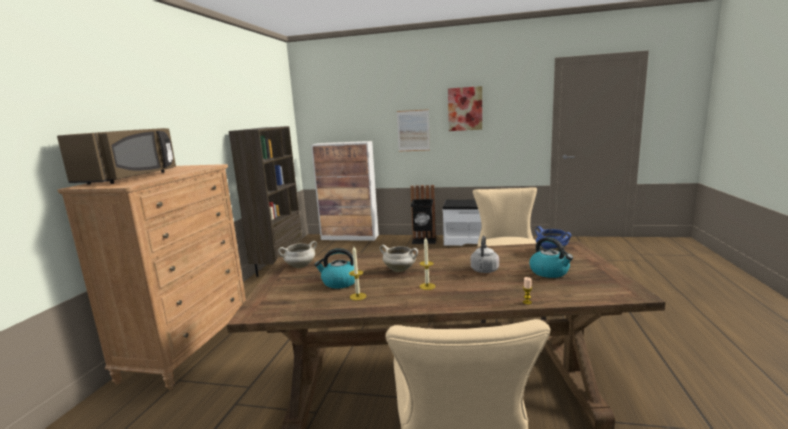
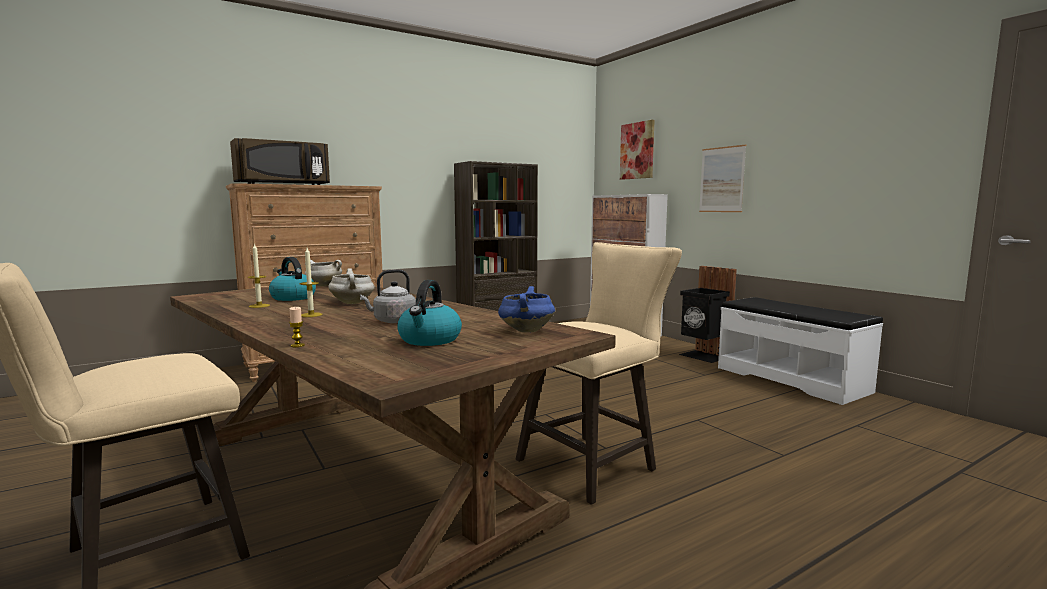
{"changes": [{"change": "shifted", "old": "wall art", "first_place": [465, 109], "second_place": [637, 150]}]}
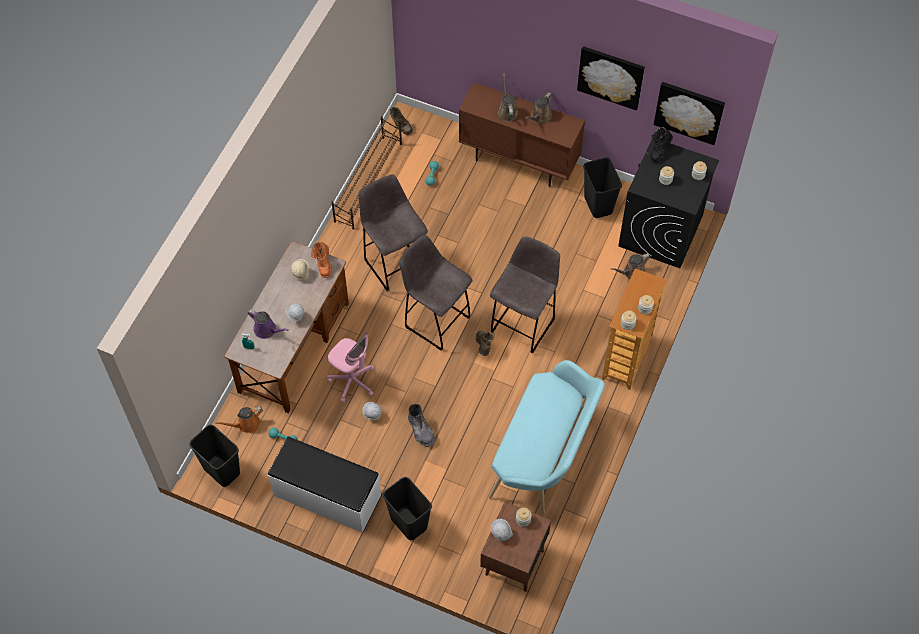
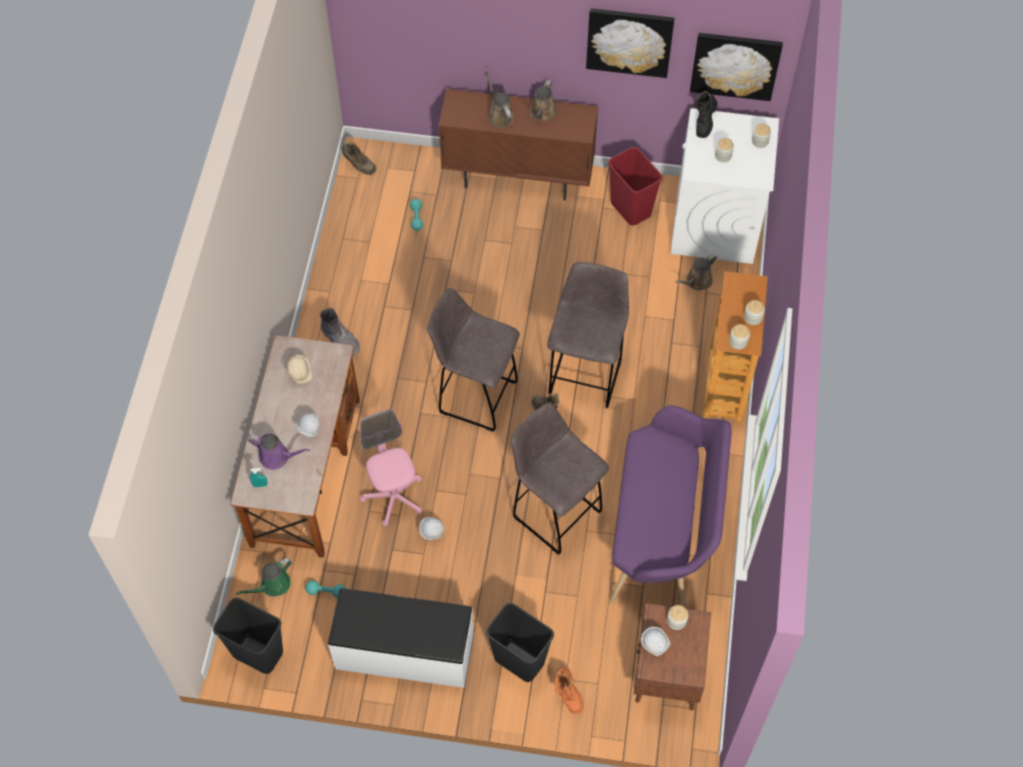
{"changes": [{"change": "gone", "old": "brown shoe stand", "first_place": [369, 181]}, {"change": "repainted", "old": "black-coloured laundry appliance", "new": "whitish laundry appliance", "first_place": [661, 231], "second_place": [715, 224]}, {"change": "repainted", "old": "black-coloured rubbish bin", "new": "red rubbish bin", "first_place": [599, 205], "second_place": [631, 209]}, {"change": "shifted", "old": "grey stool seat", "first_place": [394, 263], "second_place": [555, 512]}, {"change": "shifted", "old": "orangey high-top boot", "first_place": [323, 264], "second_place": [567, 694]}, {"change": "rotated", "old": "pink desk chair", "first_place": [352, 381], "second_place": [393, 497], "degrees": -135}, {"change": "repainted", "old": "blue-green bench", "new": "purplish bench", "first_place": [545, 456], "second_place": [663, 533]}, {"change": "shifted", "old": "grey high-top boot", "first_place": [421, 430], "second_place": [340, 340]}, {"change": "repainted", "old": "orangey watering can", "new": "greenish watering can", "first_place": [246, 424], "second_place": [272, 585]}]}
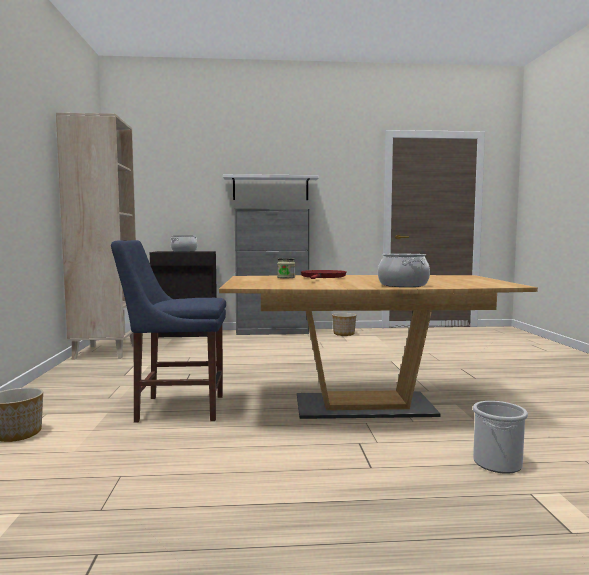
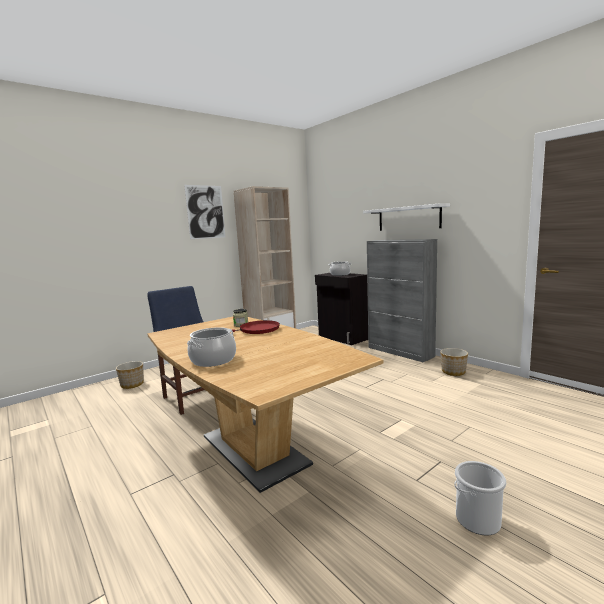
{"changes": [{"change": "shifted", "old": "water bucket", "first_place": [497, 463], "second_place": [477, 520]}, {"change": "new", "new": "wall art", "second_place": [205, 212]}]}
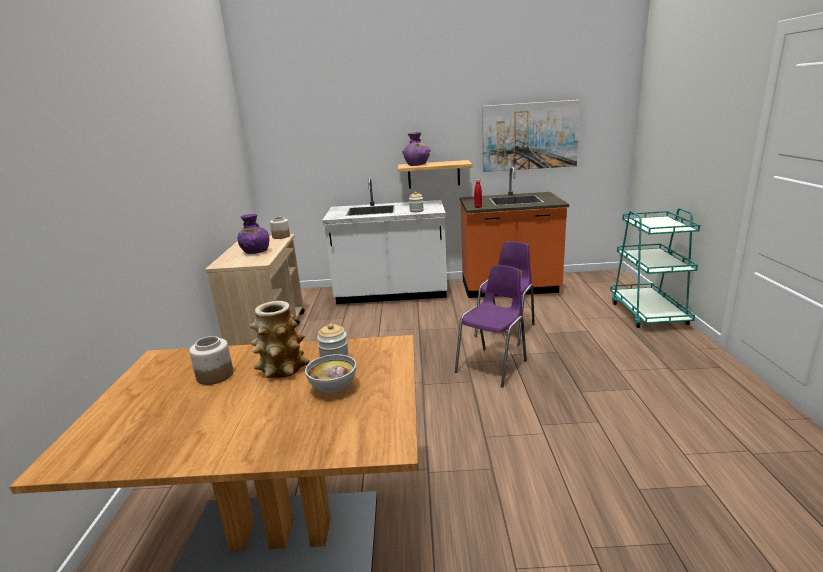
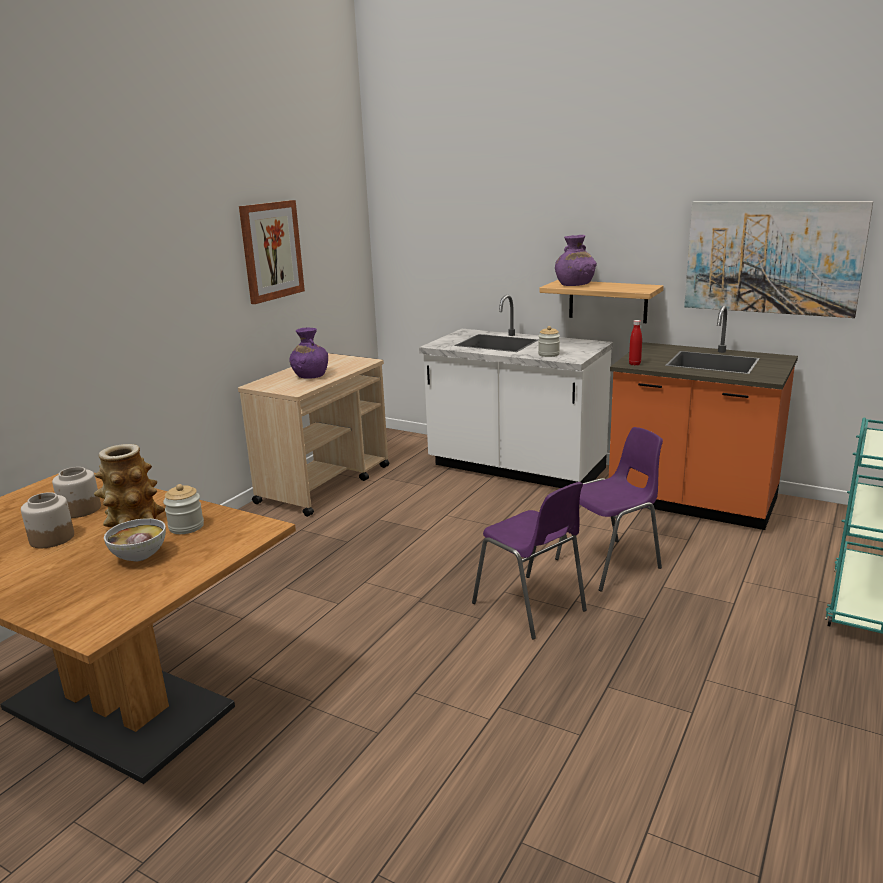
{"changes": [{"change": "shifted", "old": "jar", "first_place": [281, 236], "second_place": [52, 538]}, {"change": "rotated", "old": "purplish chair", "first_place": [493, 366], "second_place": [531, 608], "degrees": 75}, {"change": "new", "new": "wall art", "second_place": [271, 251]}]}
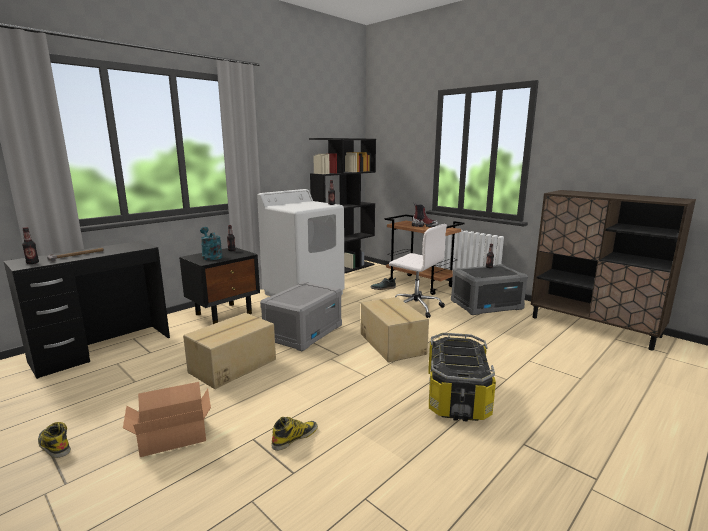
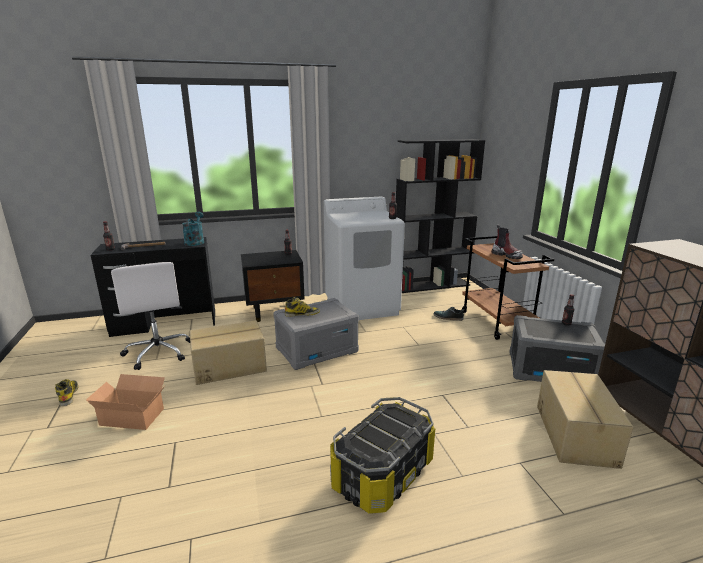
{"changes": [{"change": "shifted", "old": "whitish desk chair", "first_place": [415, 307], "second_place": [159, 352]}, {"change": "shifted", "old": "blue-green watering can", "first_place": [211, 256], "second_place": [195, 242]}, {"change": "shifted", "old": "cardboard box", "first_place": [393, 343], "second_place": [576, 434]}, {"change": "shifted", "old": "high-top boot", "first_place": [295, 437], "second_place": [302, 314]}]}
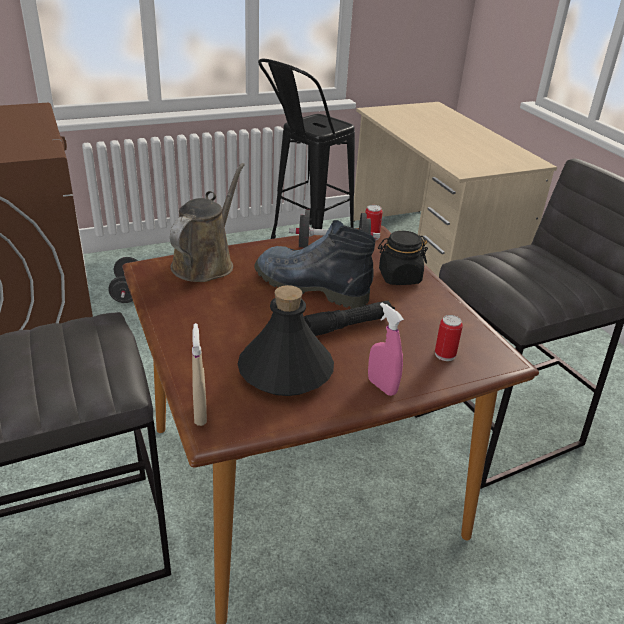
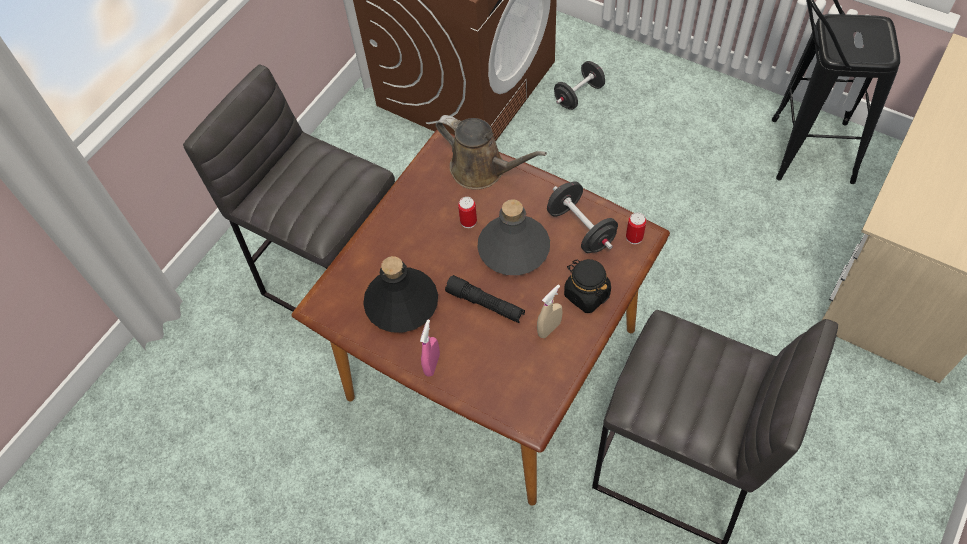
{"changes": [{"change": "rotated", "old": "brown watering can", "first_place": [206, 263], "second_place": [482, 170], "degrees": 45}, {"change": "swapped", "old": "high-top boot", "new": "grey bottle", "first_place": [309, 286], "second_place": [513, 248]}, {"change": "shifted", "old": "can", "first_place": [445, 355], "second_place": [468, 221]}, {"change": "shifted", "old": "sand-coloured sprayer", "first_place": [200, 414], "second_place": [549, 328]}]}
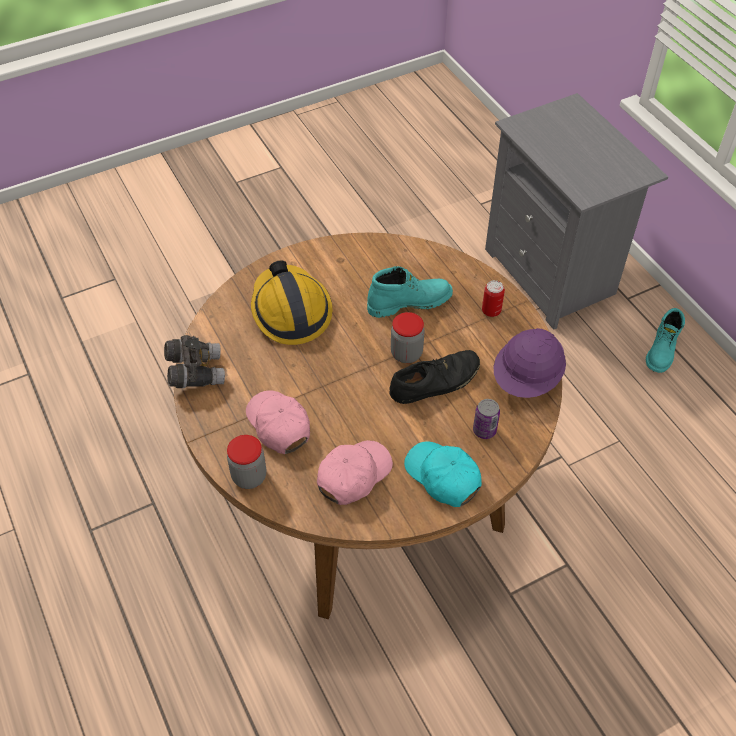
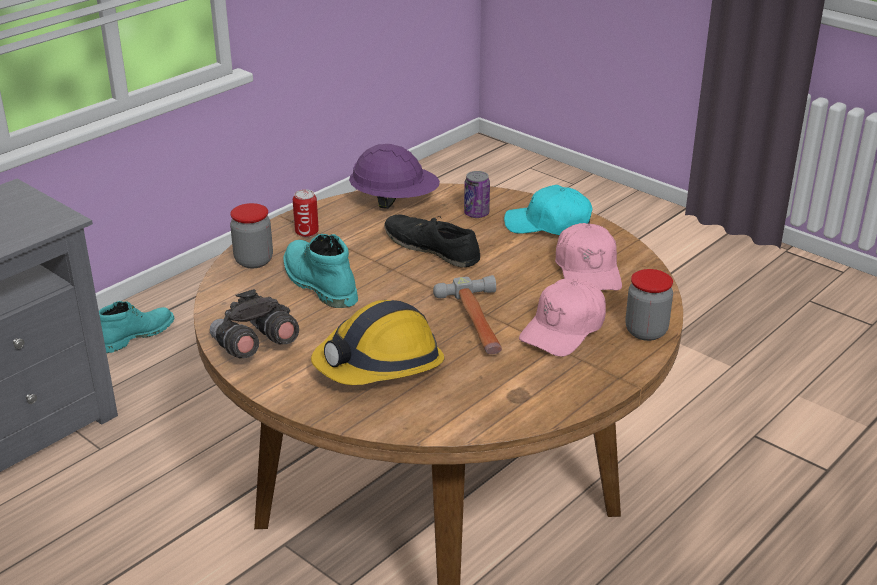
{"changes": [{"change": "rotated", "old": "blue-green high-top boot", "first_place": [662, 351], "second_place": [136, 335], "degrees": -45}, {"change": "shifted", "old": "jar", "first_place": [406, 353], "second_place": [254, 261]}, {"change": "shifted", "old": "grey binoculars", "first_place": [195, 372], "second_place": [254, 347]}, {"change": "rotated", "old": "pink baseball cap", "first_place": [353, 475], "second_place": [588, 271], "degrees": -120}, {"change": "rotated", "old": "blue-green baseball cap", "first_place": [443, 477], "second_place": [548, 225], "degrees": 75}, {"change": "new", "new": "hammer", "second_place": [477, 323]}]}
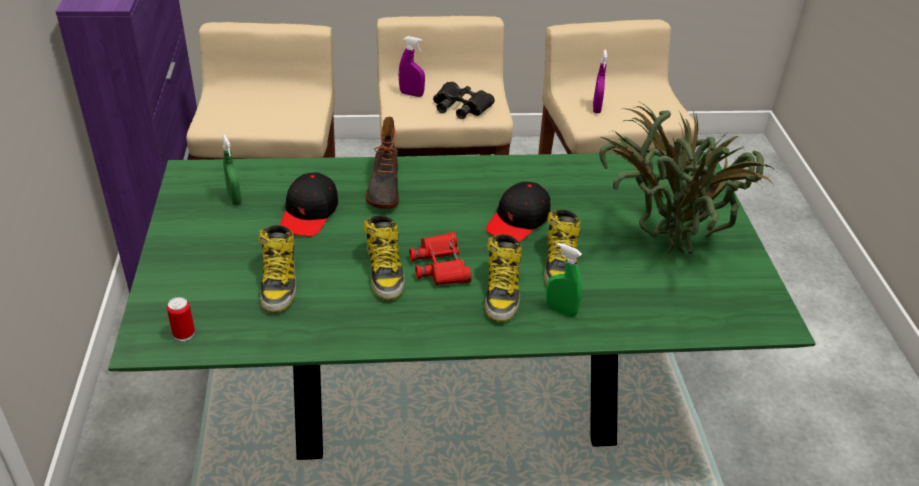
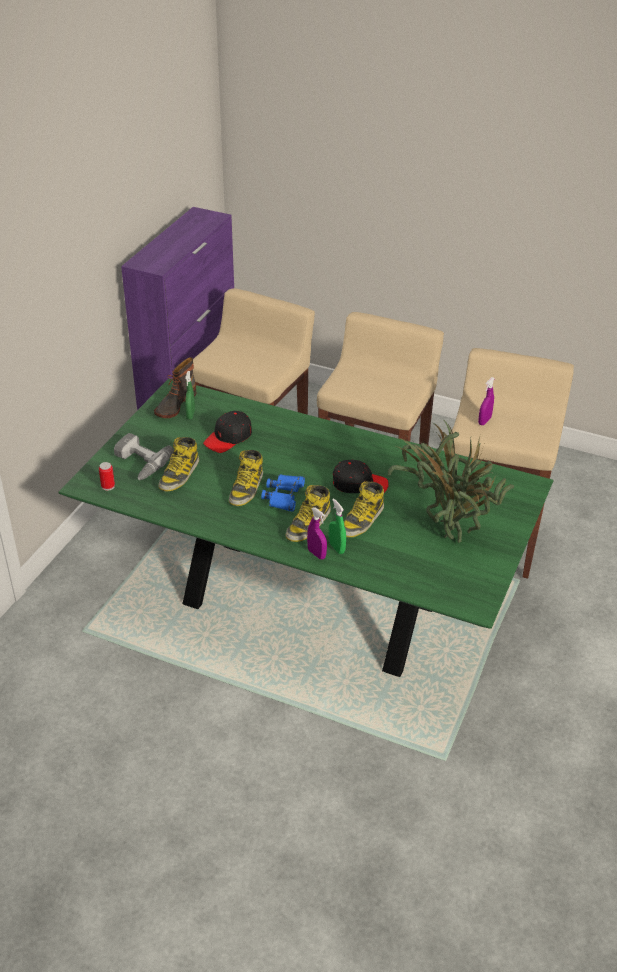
{"changes": [{"change": "shifted", "old": "purplish sprayer", "first_place": [411, 94], "second_place": [316, 554]}, {"change": "gone", "old": "black-coloured binoculars", "first_place": [461, 106]}, {"change": "shifted", "old": "high-top boot", "first_place": [383, 188], "second_place": [175, 405]}, {"change": "rotated", "old": "black-coloured baseball cap", "first_place": [518, 221], "second_place": [359, 484], "degrees": -150}, {"change": "repainted", "old": "red binoculars", "new": "blue-coloured binoculars", "first_place": [440, 265], "second_place": [284, 496]}, {"change": "new", "new": "drill", "second_place": [138, 463]}]}
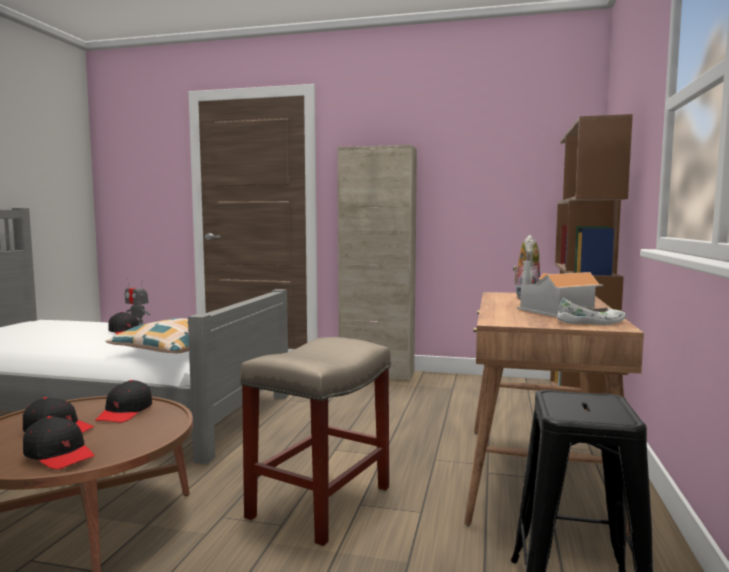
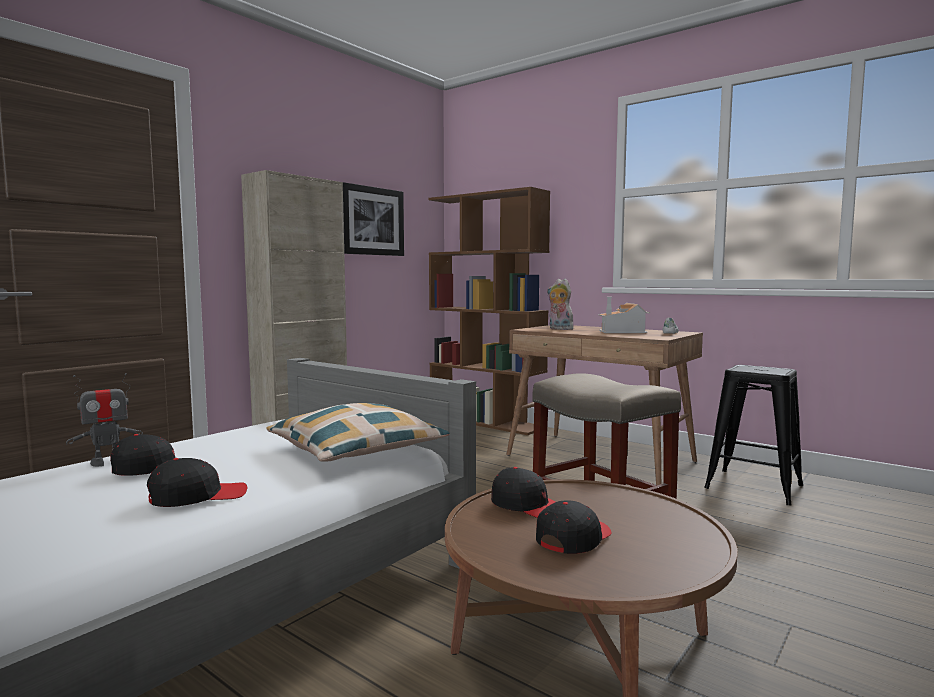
{"changes": [{"change": "shifted", "old": "black-coloured baseball cap", "first_place": [59, 454], "second_place": [197, 497]}, {"change": "new", "new": "wall art", "second_place": [372, 221]}]}
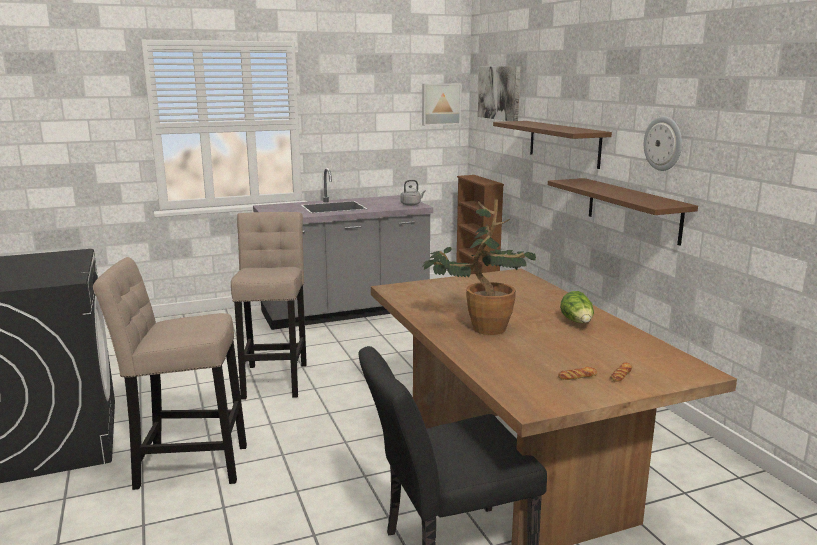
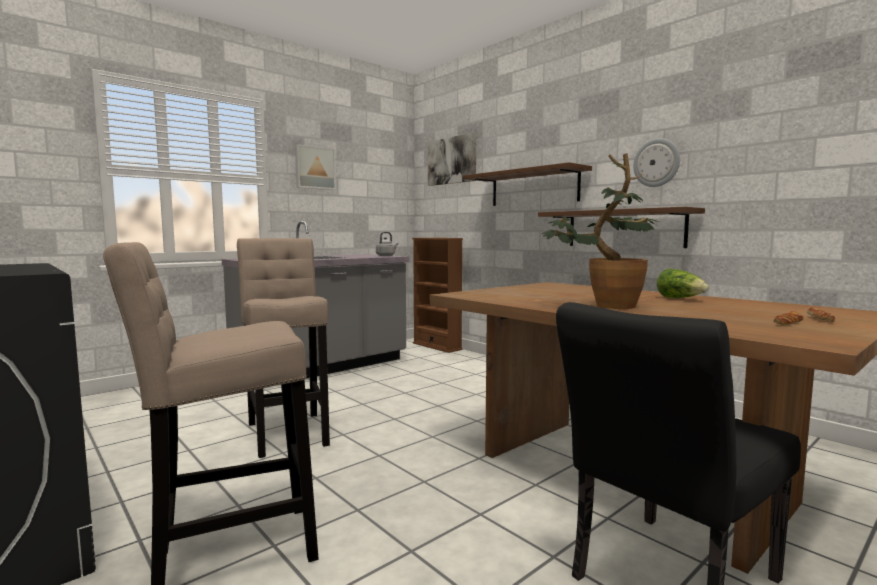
{"changes": [{"change": "shifted", "old": "wall art", "first_place": [440, 104], "second_place": [314, 168]}]}
